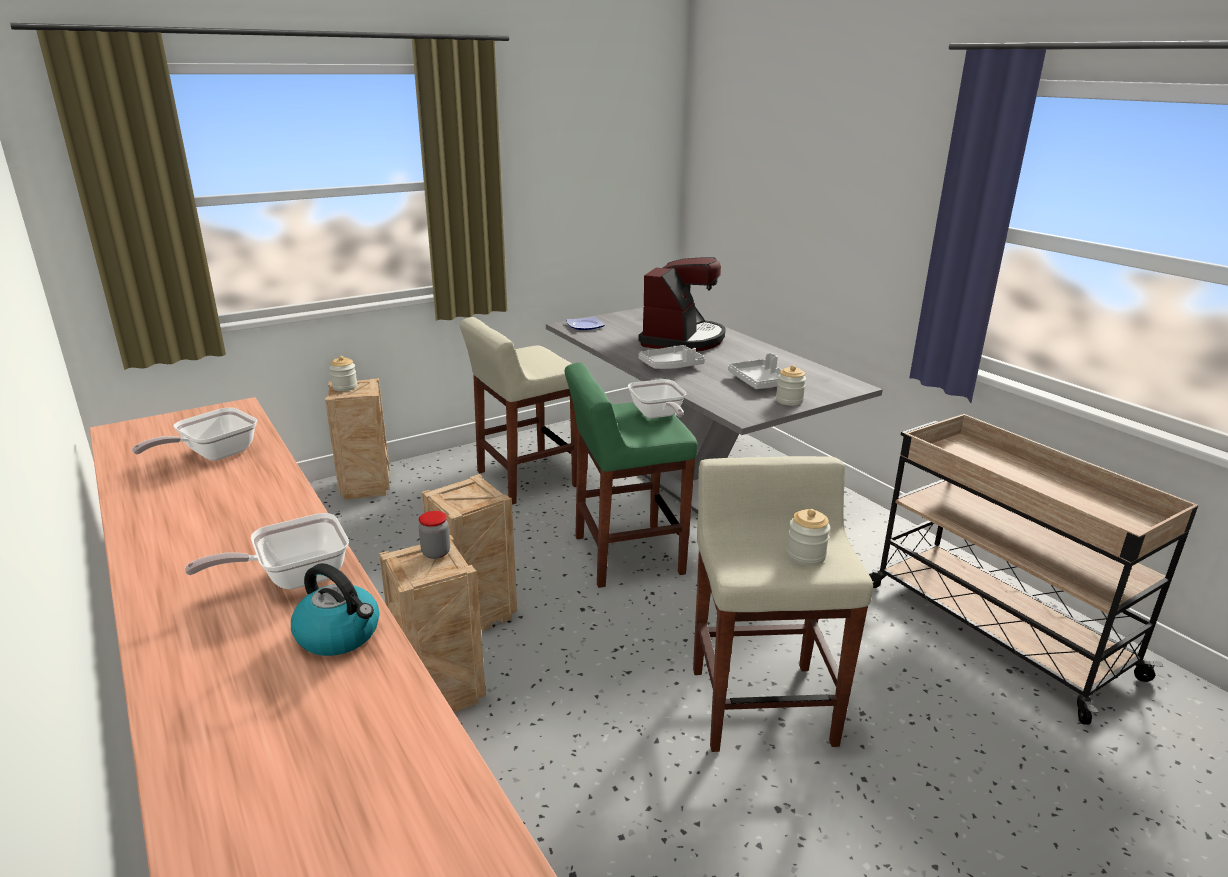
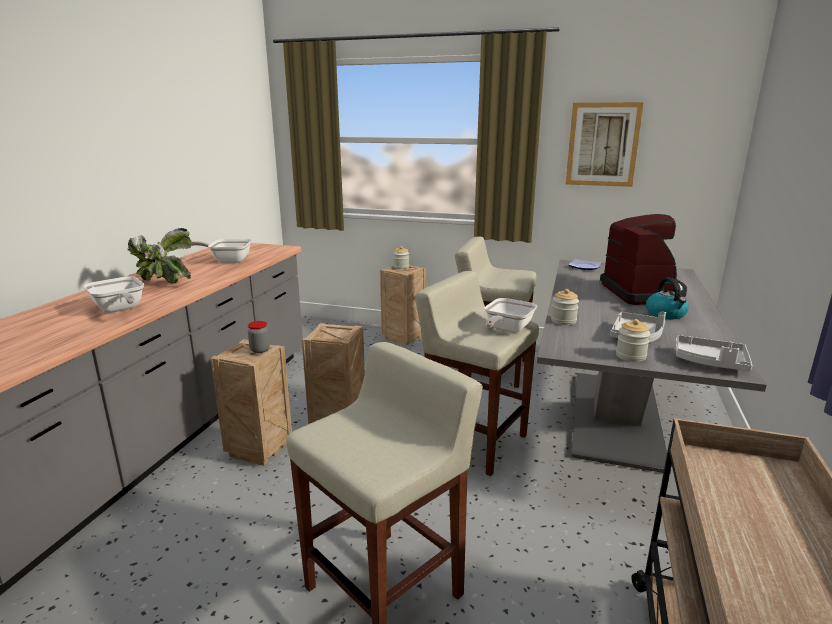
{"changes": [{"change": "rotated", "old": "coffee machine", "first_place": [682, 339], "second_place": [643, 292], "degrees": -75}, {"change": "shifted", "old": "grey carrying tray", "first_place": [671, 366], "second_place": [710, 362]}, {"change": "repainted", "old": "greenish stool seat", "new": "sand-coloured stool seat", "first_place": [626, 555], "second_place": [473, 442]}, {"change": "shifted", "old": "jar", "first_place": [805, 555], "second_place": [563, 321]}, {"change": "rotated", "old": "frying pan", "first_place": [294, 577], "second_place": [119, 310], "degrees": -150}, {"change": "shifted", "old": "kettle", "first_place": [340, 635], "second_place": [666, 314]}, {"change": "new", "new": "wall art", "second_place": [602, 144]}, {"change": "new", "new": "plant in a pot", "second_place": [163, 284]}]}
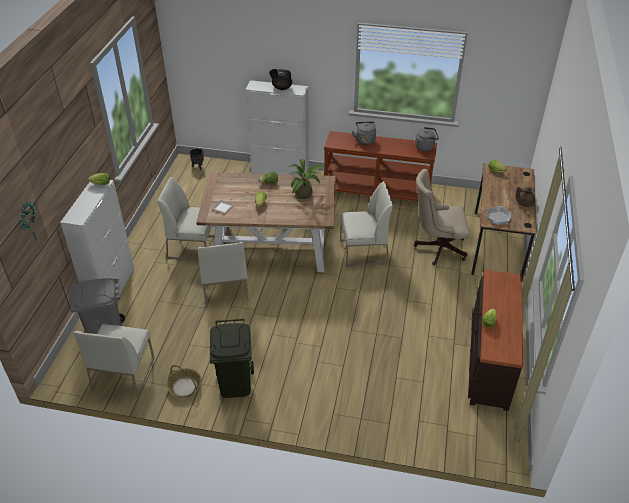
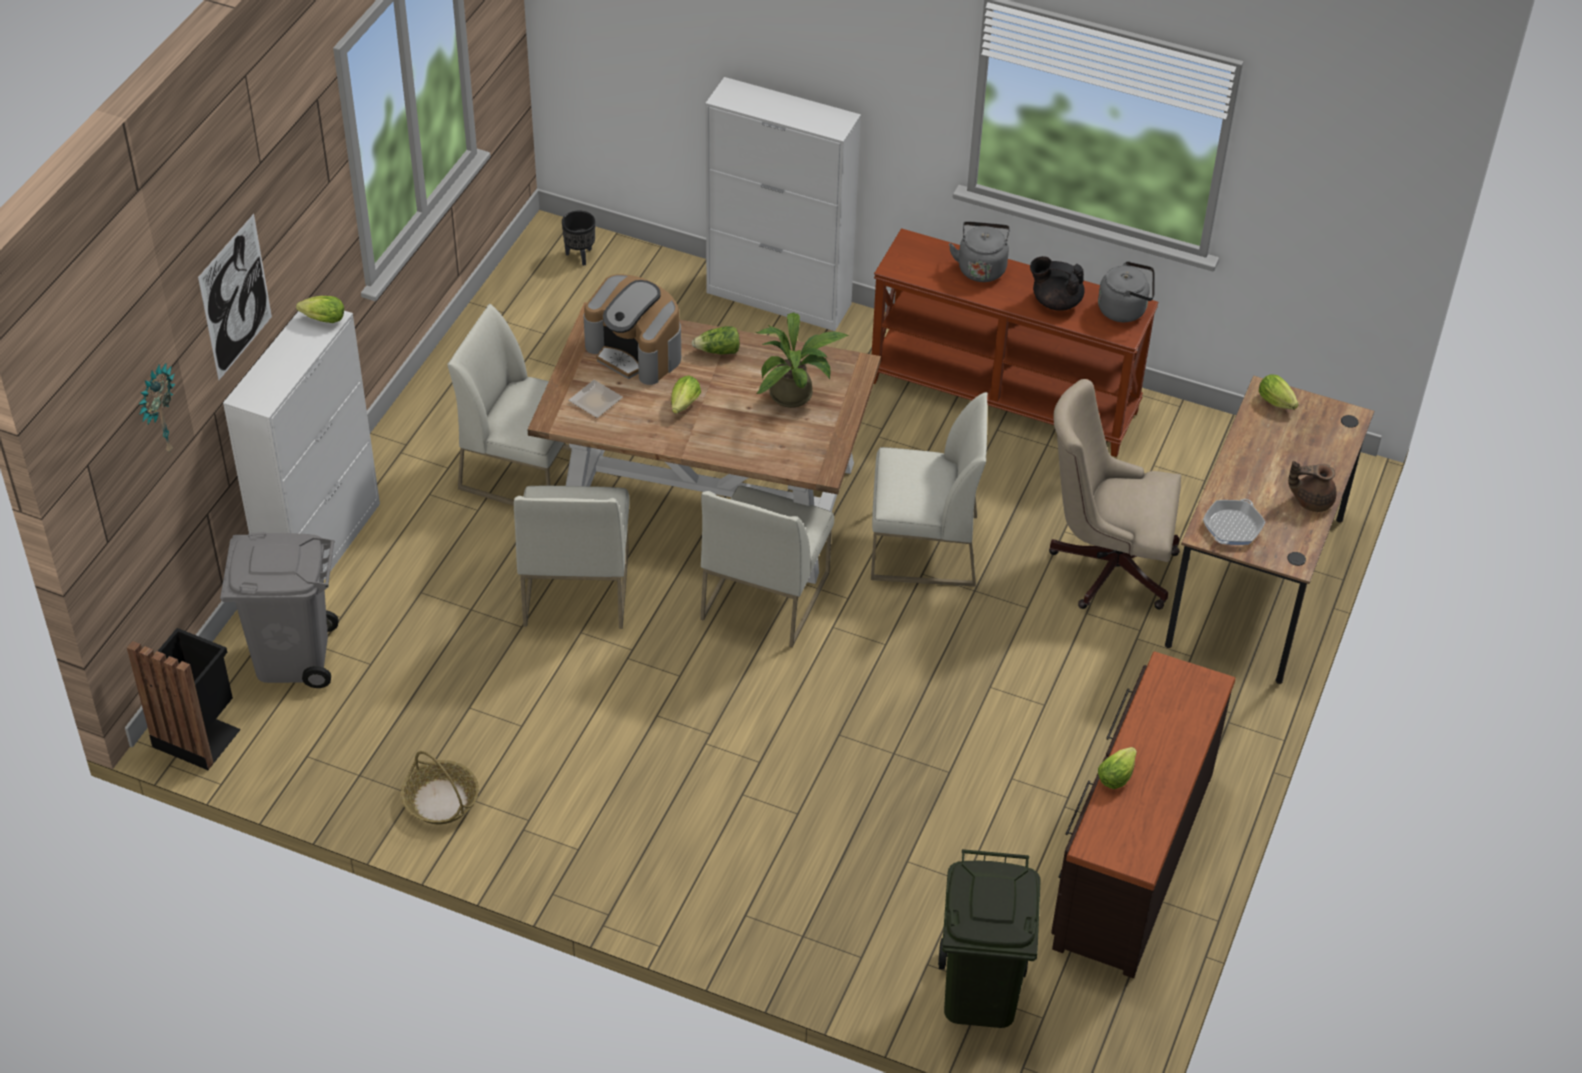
{"changes": [{"change": "shifted", "old": "black-coloured teapot", "first_place": [281, 88], "second_place": [1055, 301]}, {"change": "shifted", "old": "greenish rubbish bin", "first_place": [234, 384], "second_place": [978, 993]}, {"change": "shifted", "old": "whitish chair", "first_place": [123, 373], "second_place": [764, 595]}, {"change": "new", "new": "wall art", "second_place": [235, 297]}, {"change": "new", "new": "coffee machine", "second_place": [636, 351]}, {"change": "new", "new": "black-coloured rubbish bin", "second_place": [198, 735]}]}
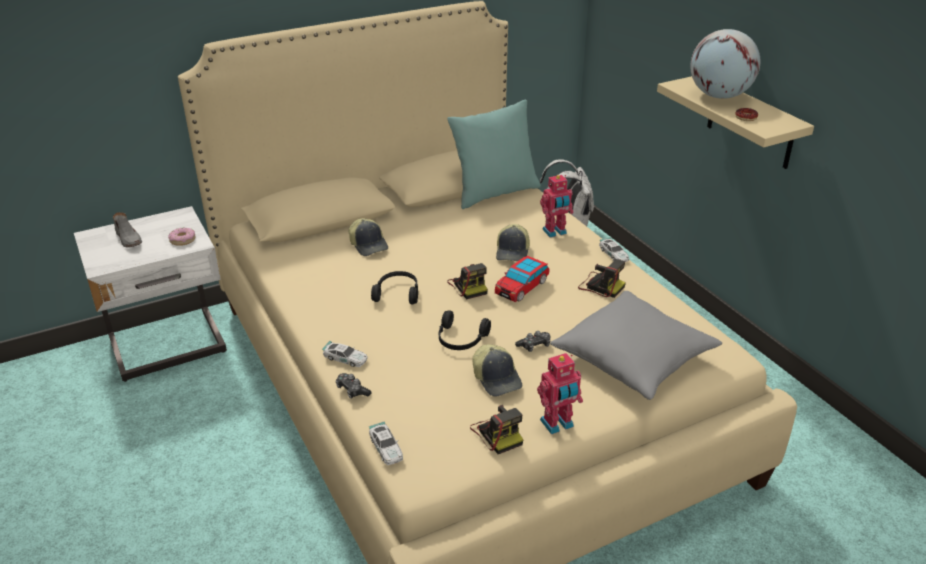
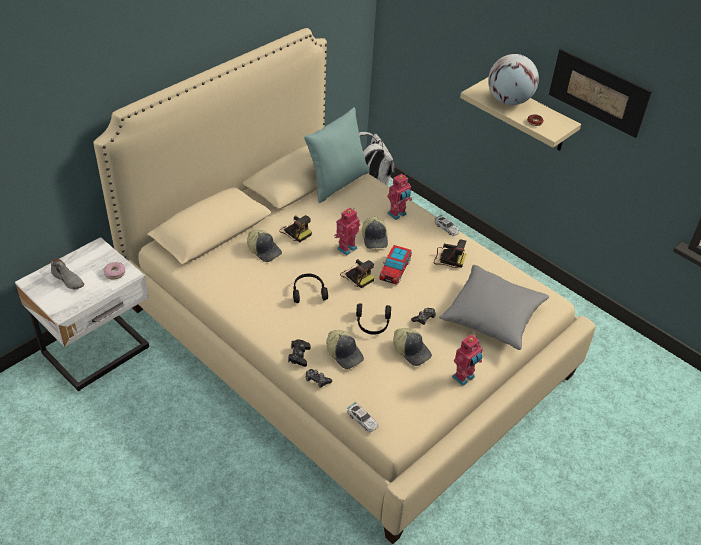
{"changes": [{"change": "swapped", "old": "model car", "new": "black-coloured game controller", "first_place": [345, 358], "second_place": [299, 355]}, {"change": "shifted", "old": "still camera", "first_place": [497, 433], "second_place": [295, 231]}, {"change": "new", "new": "wall art", "second_place": [598, 92]}, {"change": "new", "new": "model robot", "second_place": [346, 248]}, {"change": "new", "new": "baseball cap", "second_place": [344, 354]}]}
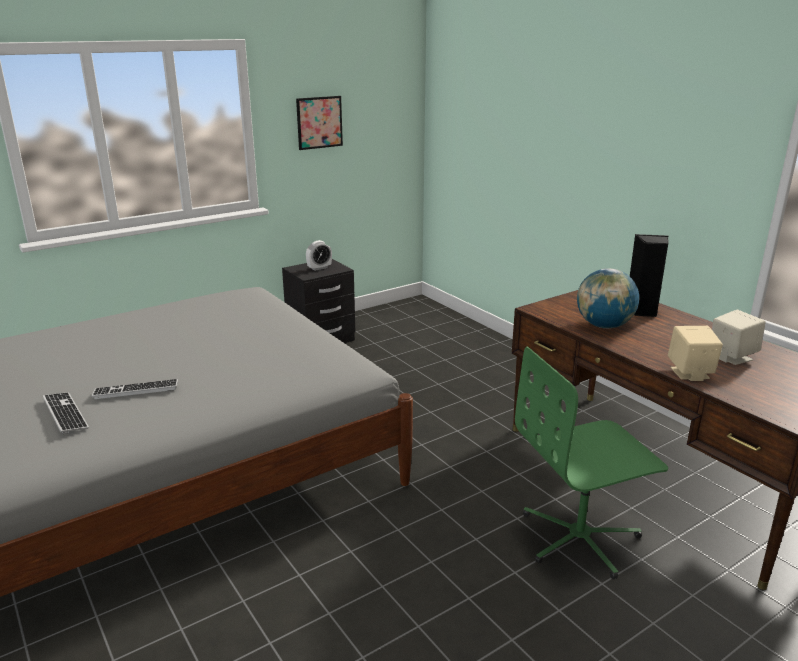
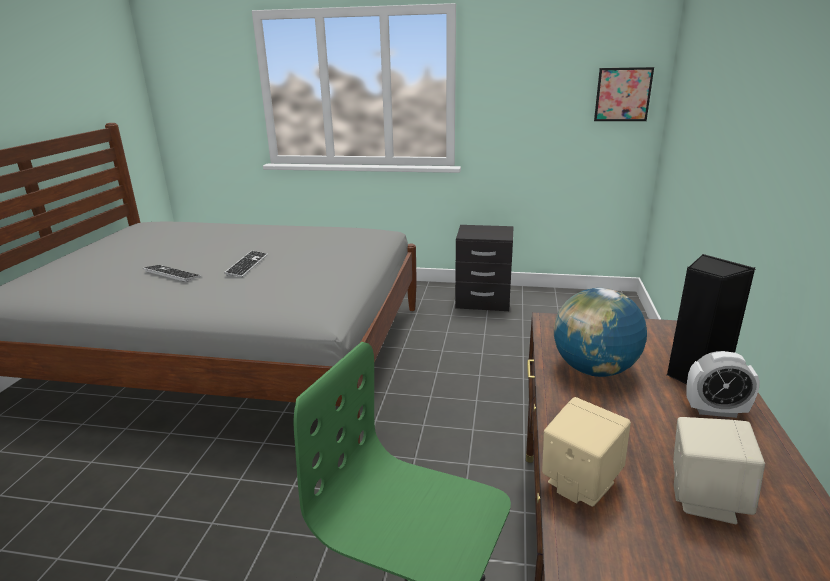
{"changes": [{"change": "shifted", "old": "wall art", "first_place": [319, 122], "second_place": [623, 94]}, {"change": "shifted", "old": "alarm clock", "first_place": [319, 268], "second_place": [715, 410]}, {"change": "shifted", "old": "PC keyboard", "first_place": [65, 414], "second_place": [247, 265]}]}
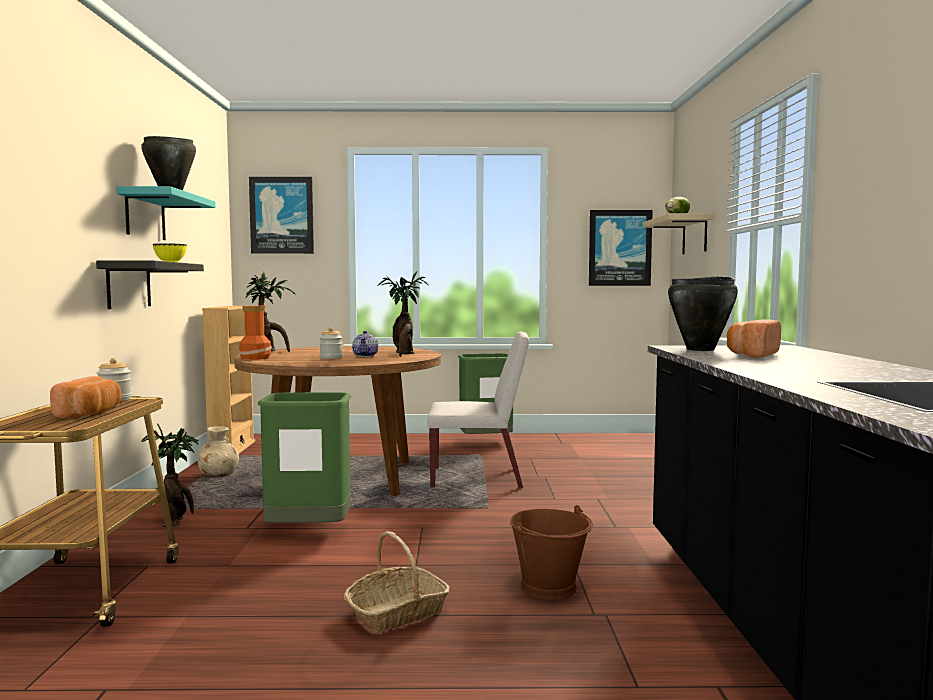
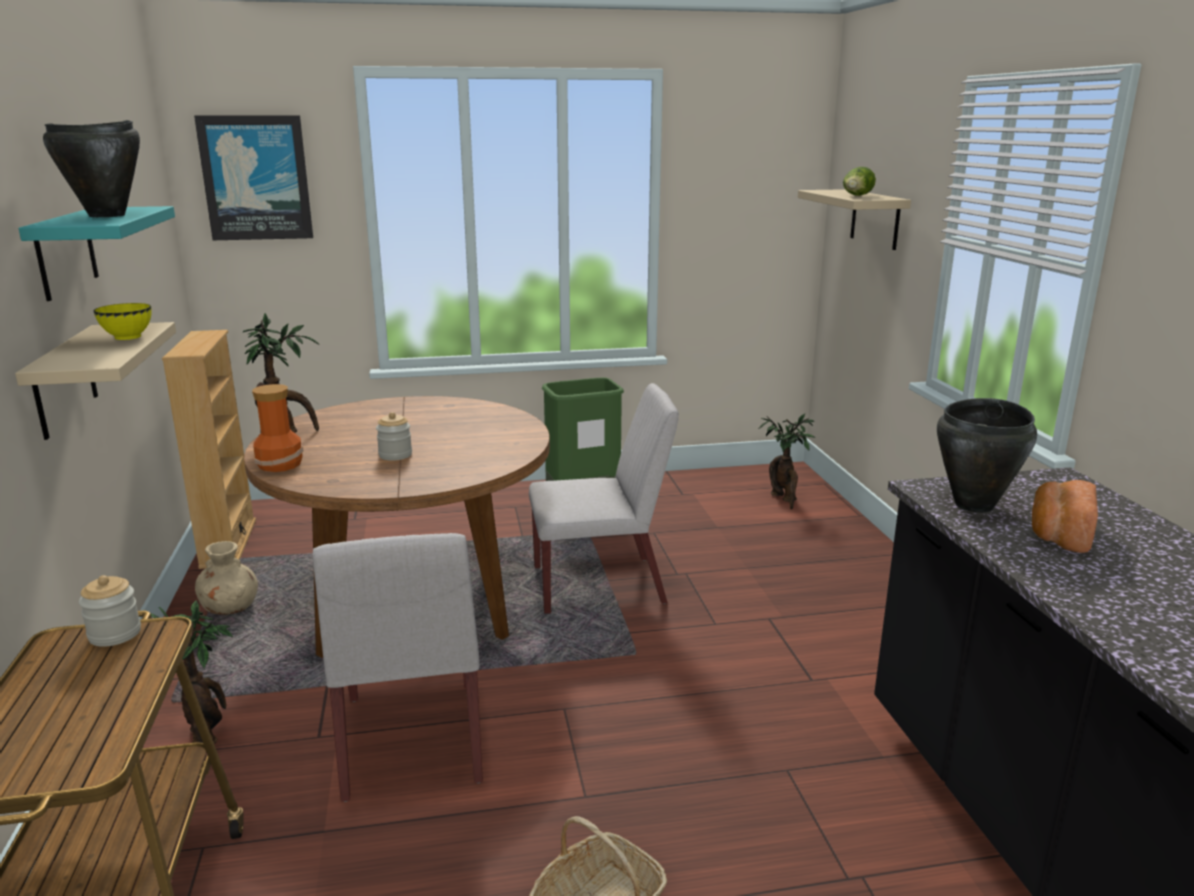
{"changes": [{"change": "gone", "old": "wall art", "first_place": [619, 248]}, {"change": "repainted", "old": "black-coloured shelf", "new": "sand-coloured shelf", "first_place": [128, 285], "second_place": [64, 381]}, {"change": "shifted", "old": "plant in a pot", "first_place": [404, 354], "second_place": [784, 499]}, {"change": "gone", "old": "teapot", "first_place": [365, 355]}, {"change": "gone", "old": "bakery bread", "first_place": [91, 414]}, {"change": "swapped", "old": "greenish rubbish bin", "new": "whitish chair", "first_place": [308, 533], "second_place": [412, 740]}, {"change": "gone", "old": "brown water bucket", "first_place": [549, 587]}]}
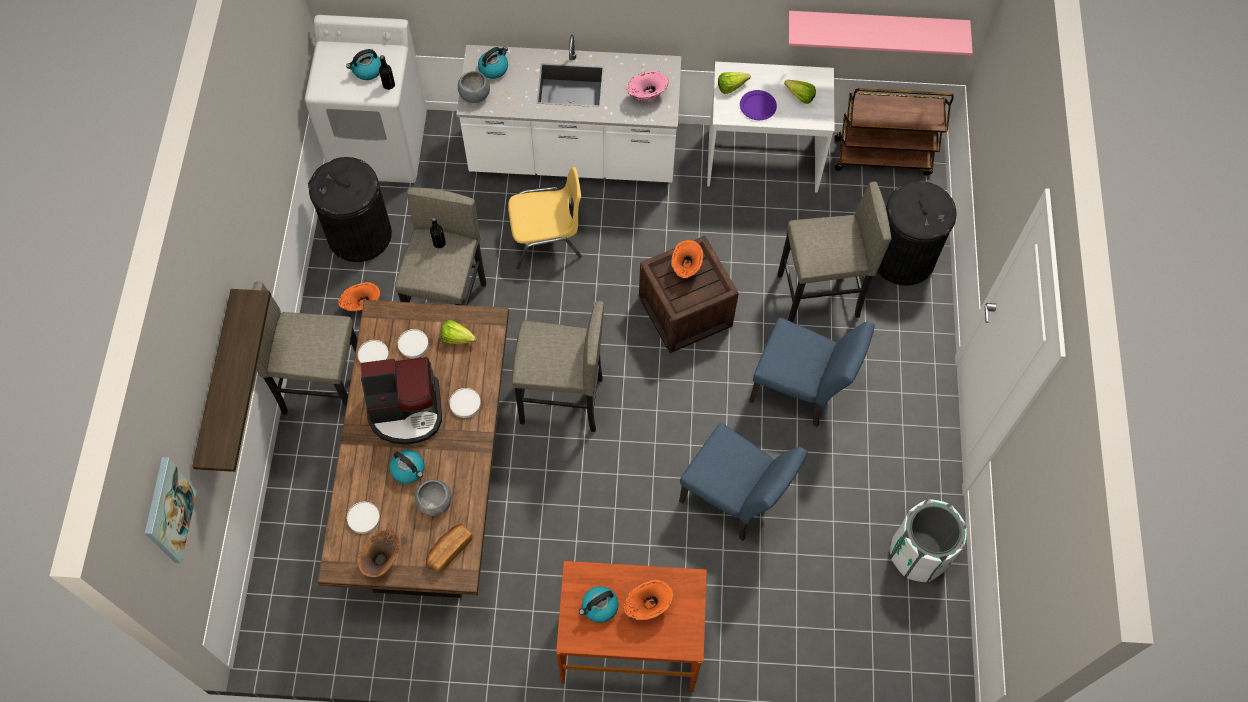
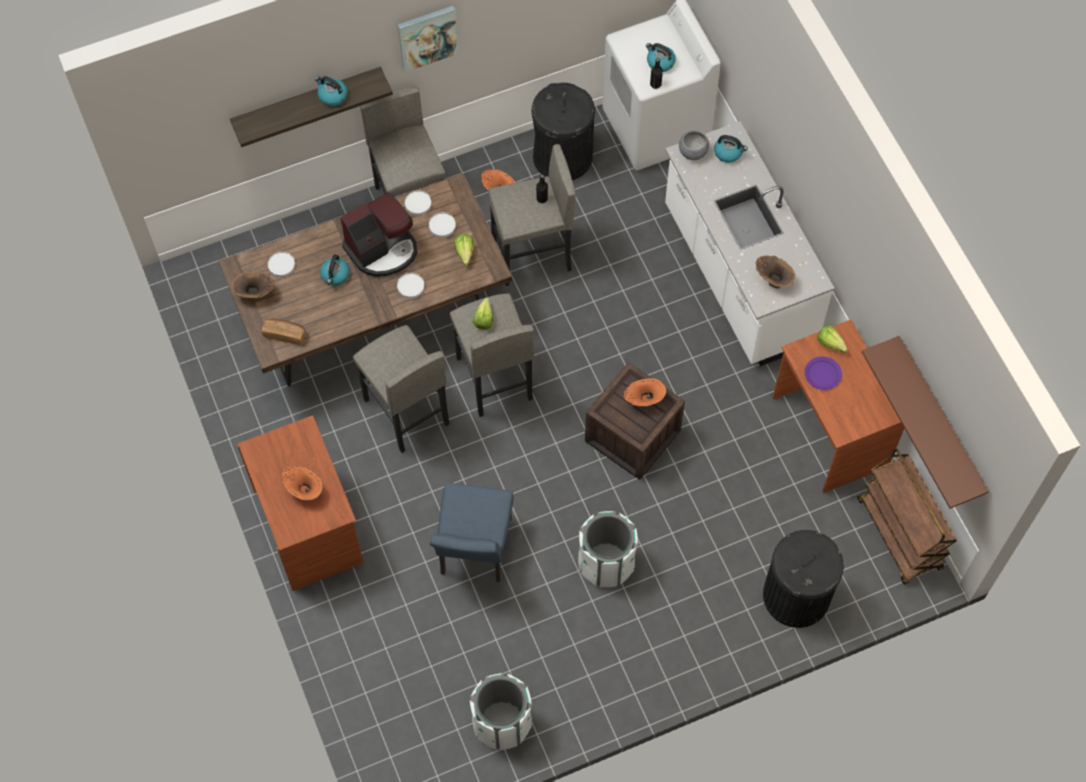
{"changes": [{"change": "repainted", "old": "pink shelf", "new": "brown shelf", "first_place": [876, 27], "second_place": [939, 419]}, {"change": "repainted", "old": "whitish desk unit", "new": "brown desk unit", "first_place": [762, 161], "second_place": [828, 432]}, {"change": "repainted", "old": "pink vase", "new": "brown vase", "first_place": [646, 96], "second_place": [773, 280]}, {"change": "shifted", "old": "head of lettuce", "first_place": [798, 95], "second_place": [485, 317]}, {"change": "gone", "old": "yellow chair", "first_place": [546, 237]}, {"change": "shifted", "old": "grey stool seat", "first_place": [818, 296], "second_place": [406, 412]}, {"change": "swapped", "old": "blue-coloured chair", "new": "whitish rubbish bin", "first_place": [800, 391], "second_place": [606, 563]}, {"change": "rotated", "old": "coffee machine", "first_place": [406, 411], "second_place": [383, 249], "degrees": -90}, {"change": "shifted", "old": "wall art", "first_place": [168, 511], "second_place": [427, 37]}, {"change": "gone", "old": "grey deep dish", "first_place": [434, 502]}, {"change": "shifted", "old": "kettle", "first_place": [599, 607], "second_place": [332, 96]}]}
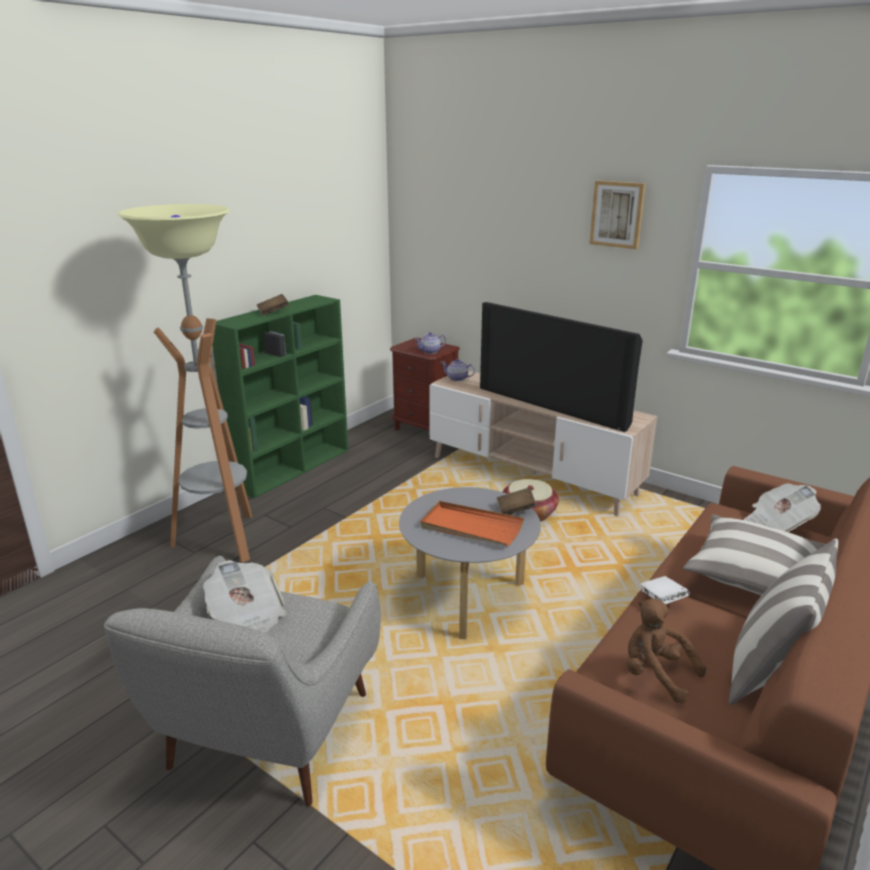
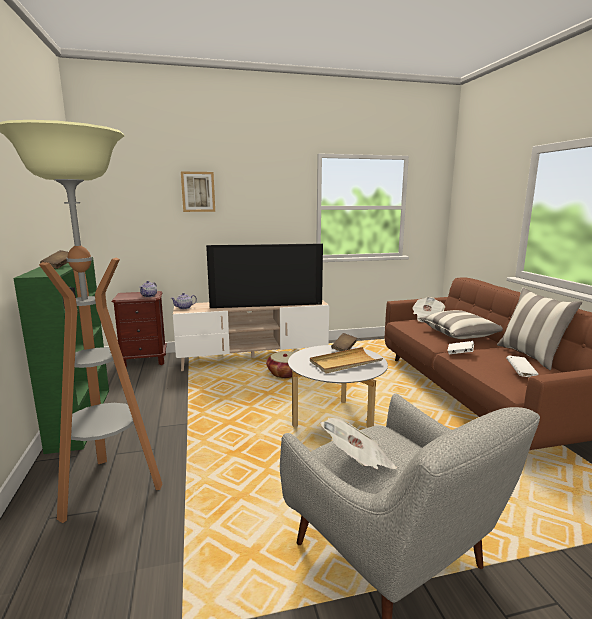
{"changes": [{"change": "shifted", "old": "wall art", "first_place": [617, 214], "second_place": [198, 192]}, {"change": "repainted", "old": "orangey carrying tray", "new": "sand-coloured carrying tray", "first_place": [471, 527], "second_place": [345, 363]}, {"change": "swapped", "old": "brown soft toy", "new": "whitish bound book", "first_place": [656, 674], "second_place": [520, 373]}]}
